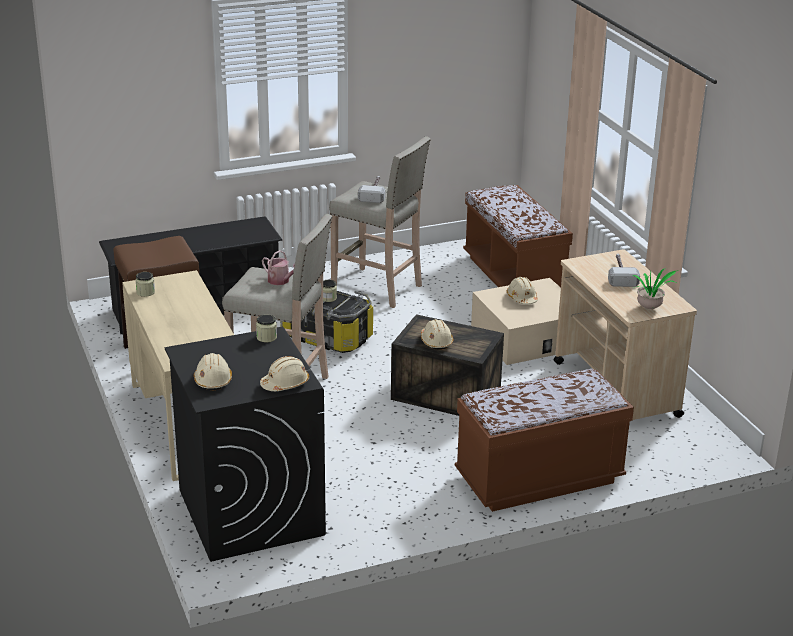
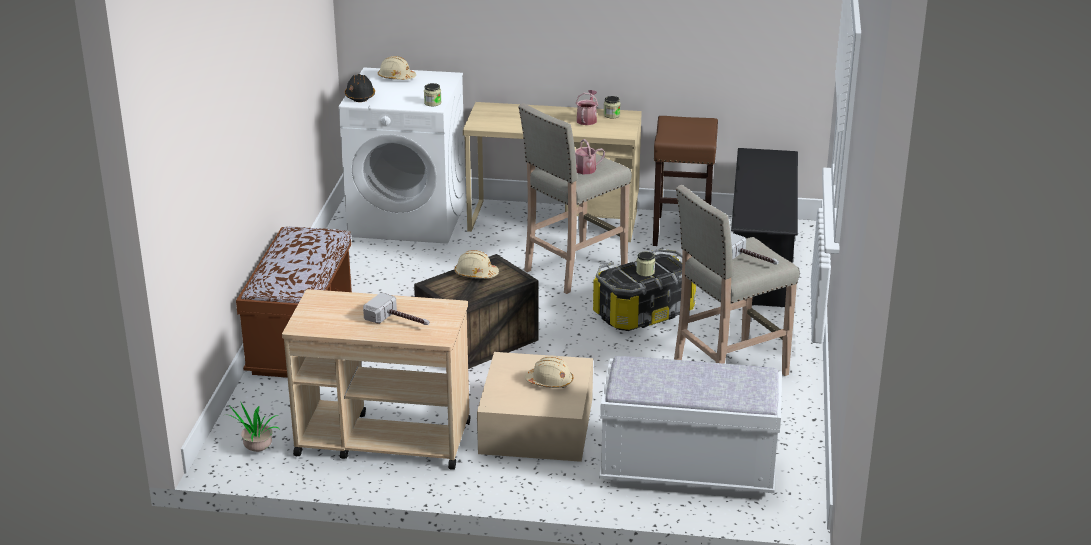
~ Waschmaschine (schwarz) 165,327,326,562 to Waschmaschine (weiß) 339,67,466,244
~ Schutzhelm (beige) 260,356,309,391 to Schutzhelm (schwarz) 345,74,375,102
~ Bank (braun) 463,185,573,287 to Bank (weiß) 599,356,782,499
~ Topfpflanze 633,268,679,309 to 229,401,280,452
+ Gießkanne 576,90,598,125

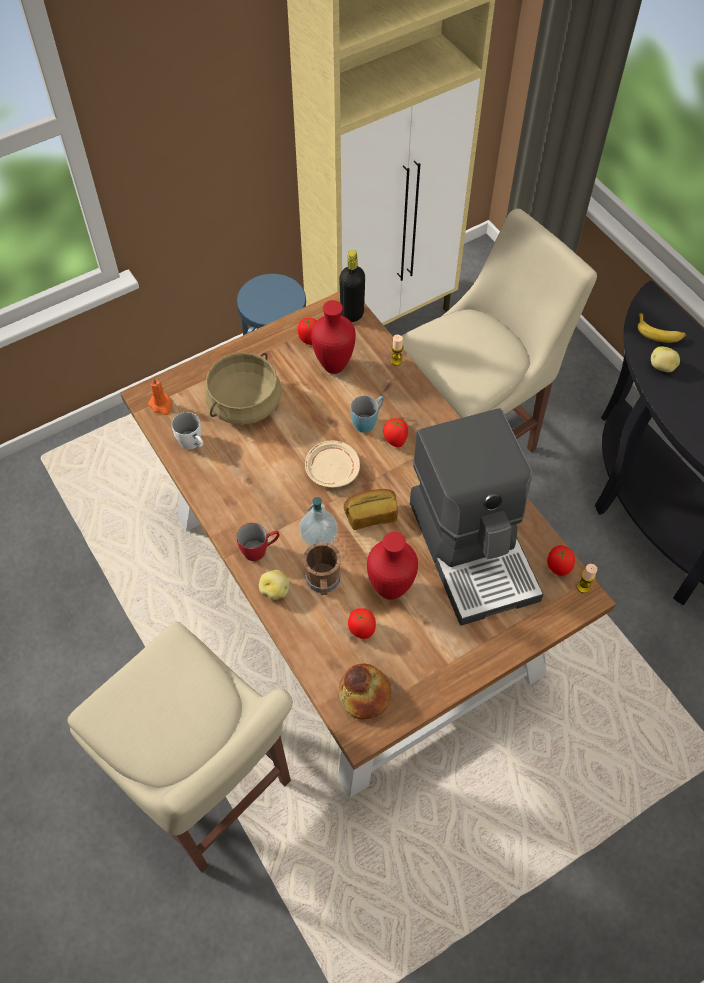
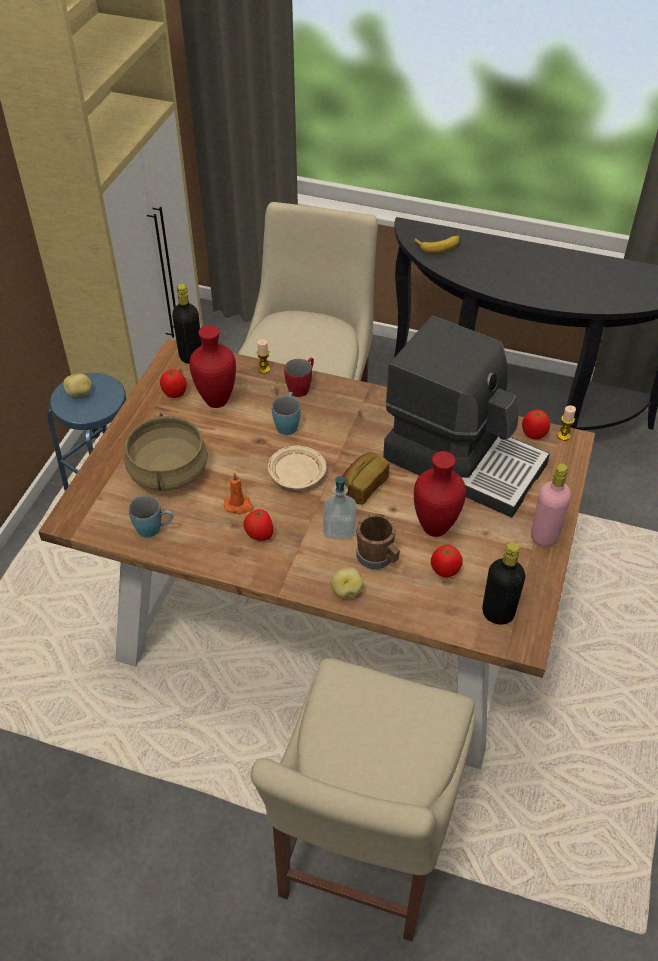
~ Stuhl (beige) 67,621,293,872 = 251,658,475,942 105 degrees clockwise
~ Kerze (orange) 148,377,173,415 to 224,472,254,514
~ Henkelbecher (weiß) 172,412,204,449 to Henkelbecher (blau) 128,495,174,538
~ Henkelbecher (rot) 237,523,280,561 to 284,357,314,397
~ Brot 339,664,392,720 to Flasche (schwarz) 482,542,525,625
~ Tomate 383,418,408,447 to 243,509,273,541
~ Kartoffel 651,346,680,372 to 63,374,91,397
+ Flasche (rosa) 531,464,571,547

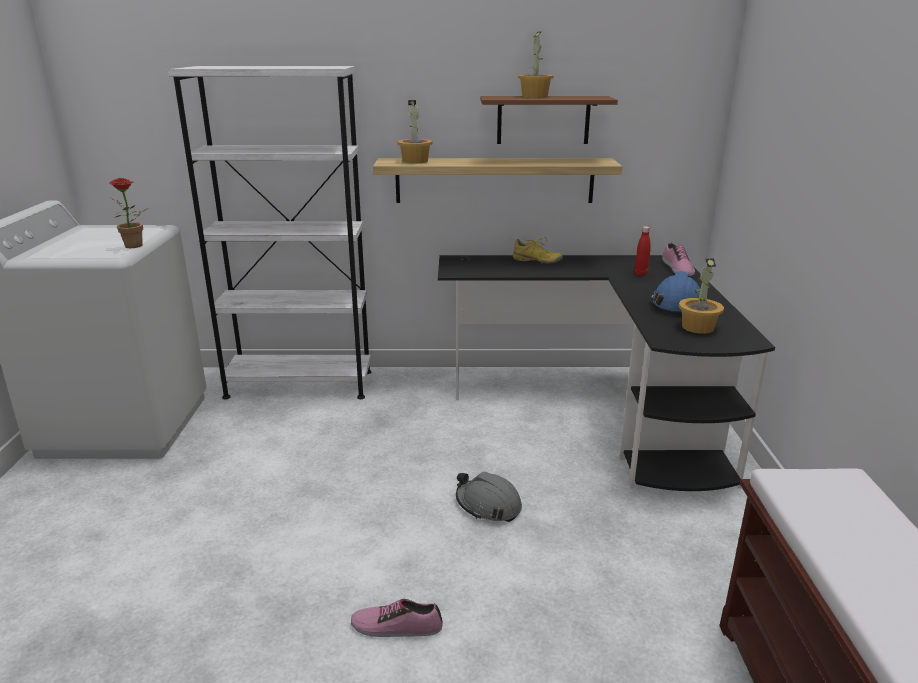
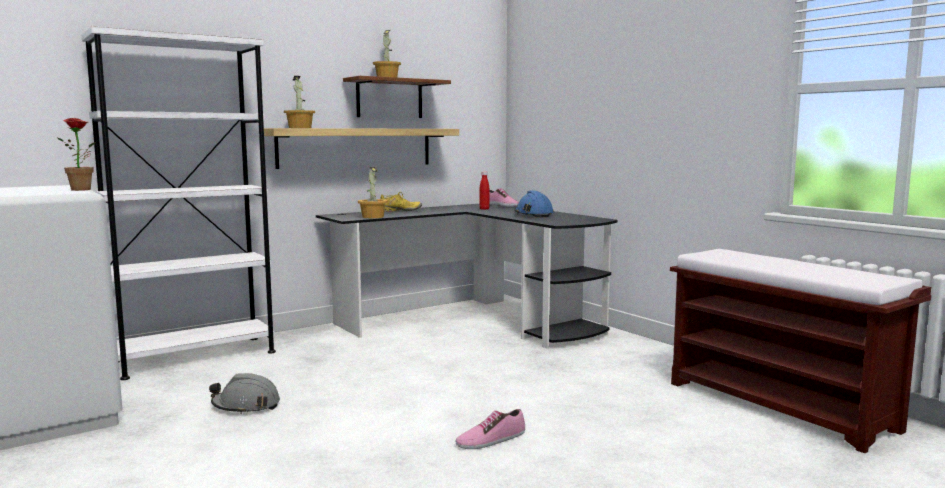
~ Schutzhelm (grau) 456,472,522,522 to 209,373,280,414
~ Topfpflanze 679,258,724,334 to 358,167,388,218

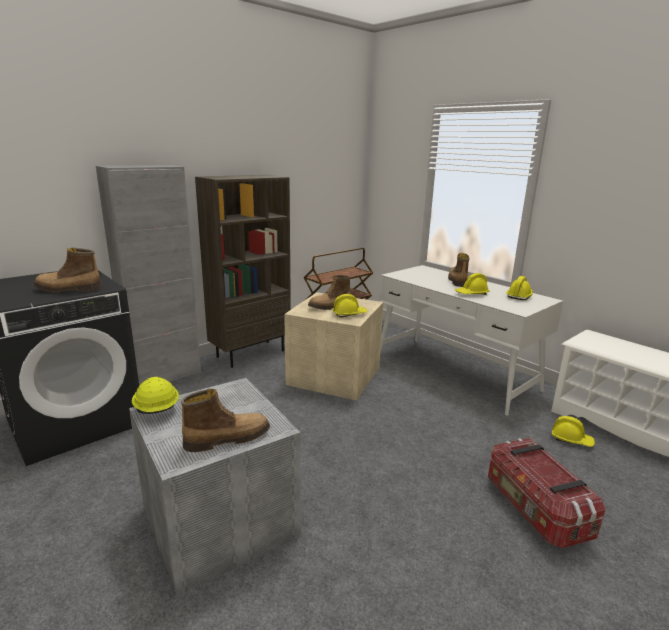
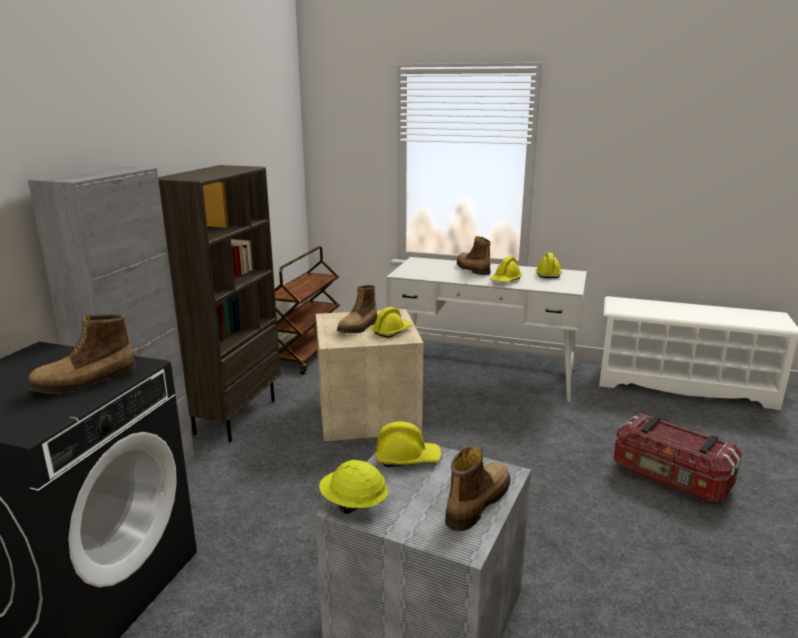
~ Schutzhelm (gelb) 552,416,595,447 to 376,421,442,467

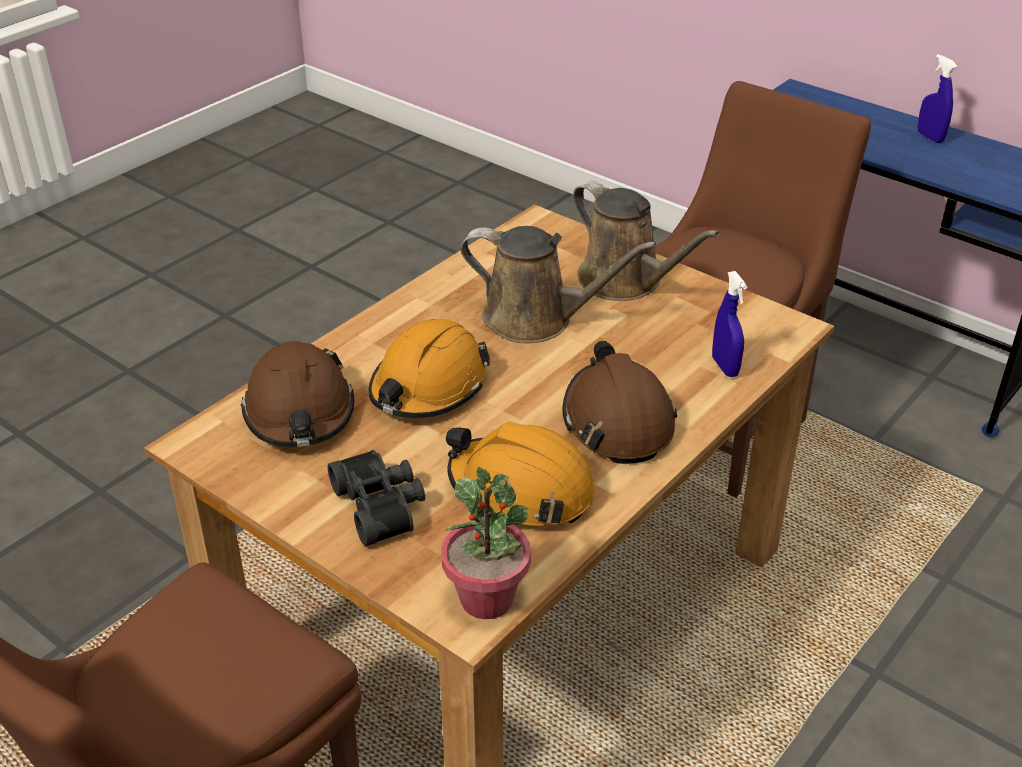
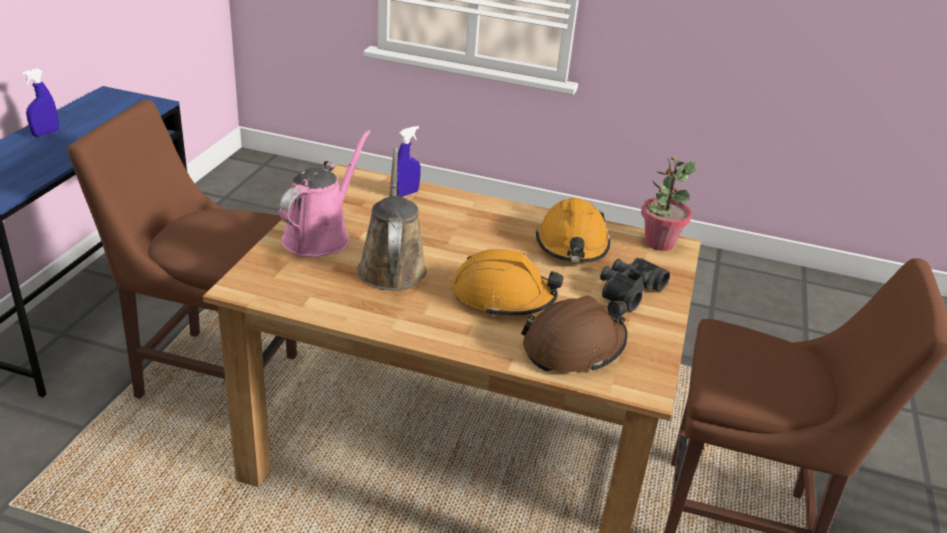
- Schutzhelm (braun) 563,341,677,464
~ Gießkanne (braun) 573,181,720,301 to Gießkanne (rosa) 279,130,371,257

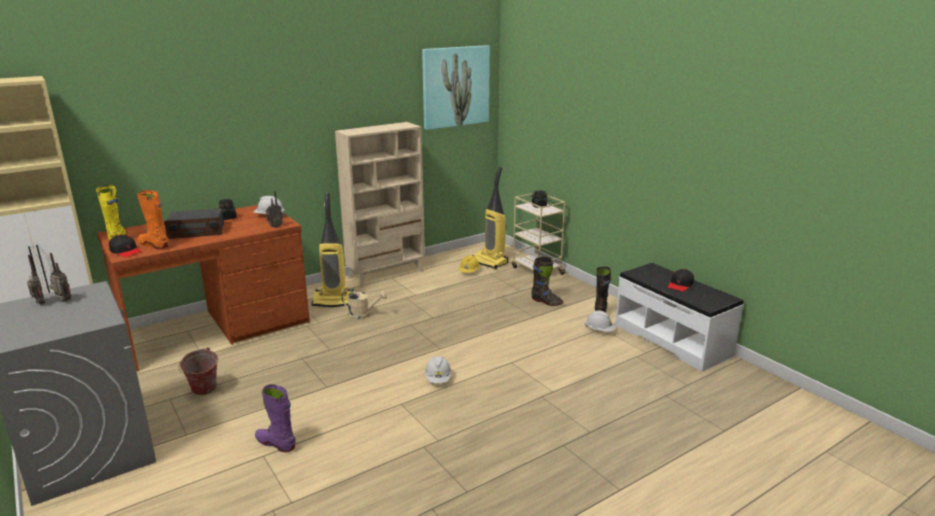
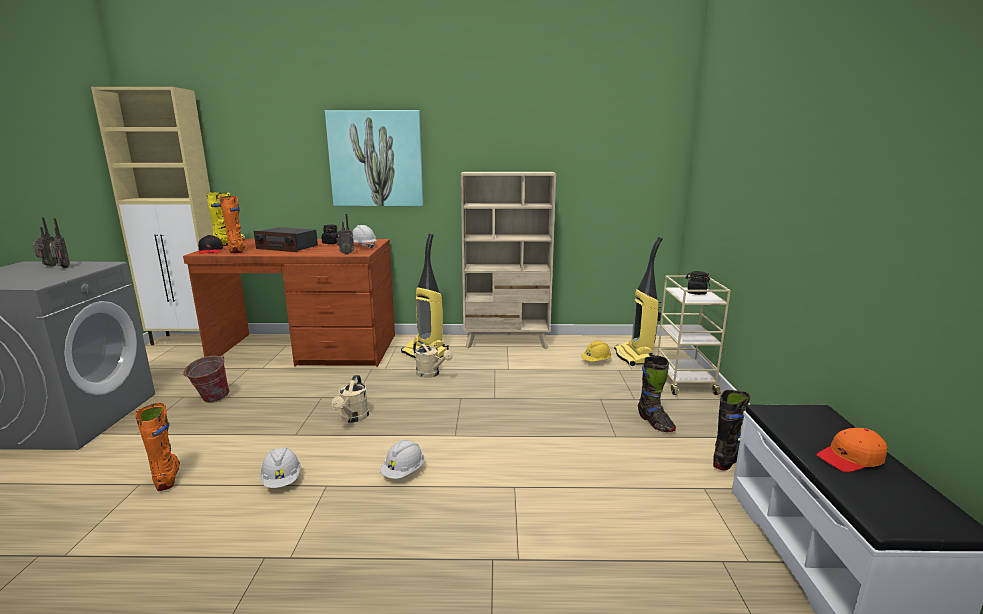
~ Stiefel (lila) 255,384,296,452 to Stiefel (orange) 135,403,180,491
~ Bild 422,45,490,130 to 325,110,423,206
~ Schutzhelm (weiß) 585,310,616,332 to 260,447,301,488
~ Kappe (schwarz) 668,269,694,292 to Kappe (orange) 816,428,887,472
+ Gießkanne (beige) 332,375,369,423

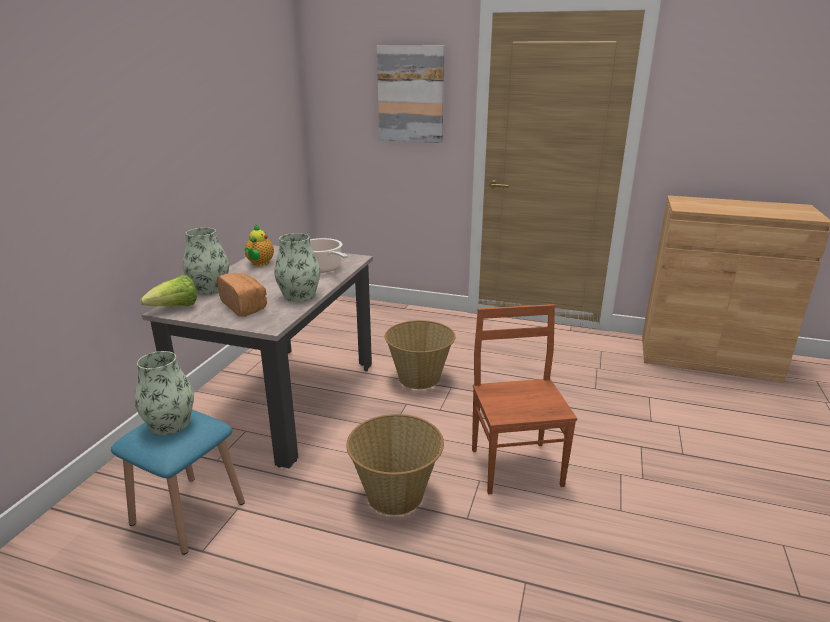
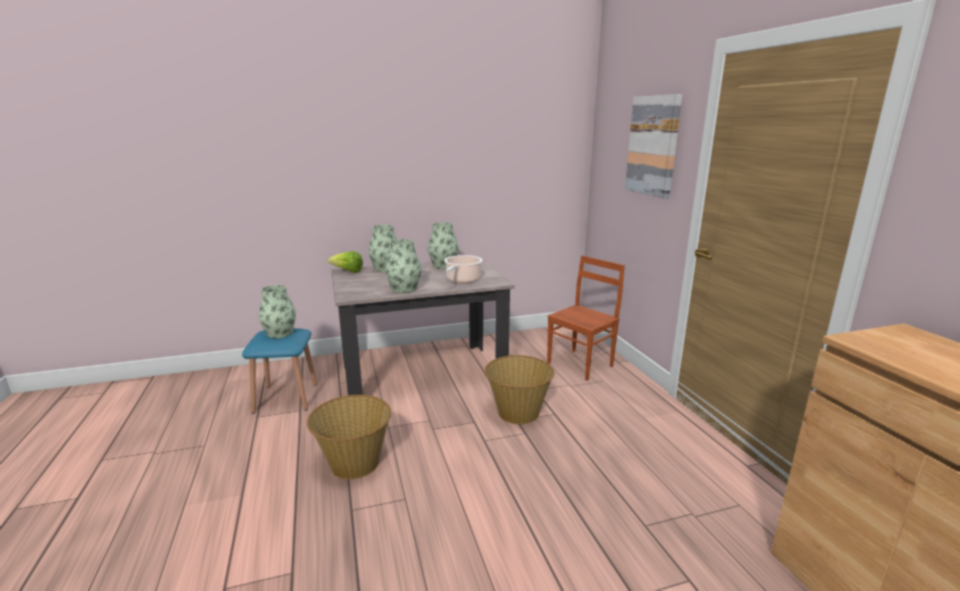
- Brot 217,273,267,317
~ Teekanne 245,225,274,266 to Vase 428,222,459,269
~ Stuhl (braun) 472,304,577,494 to 547,256,625,381

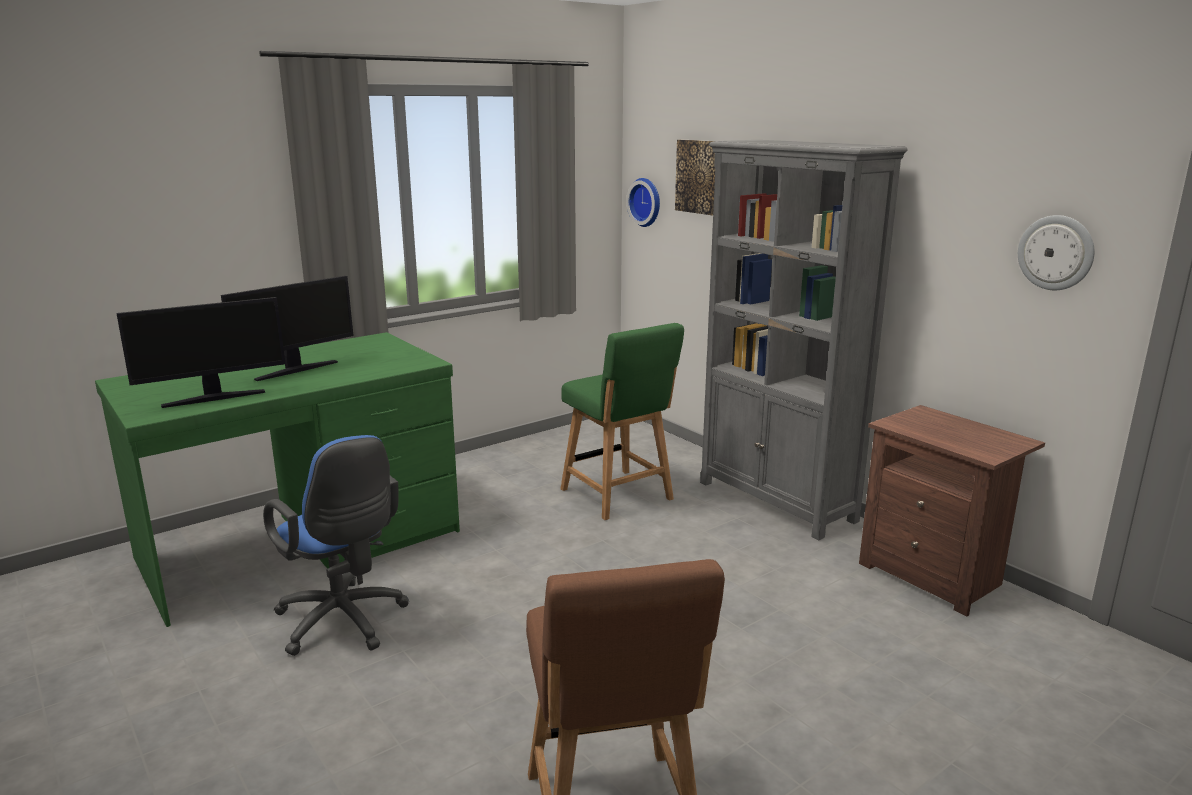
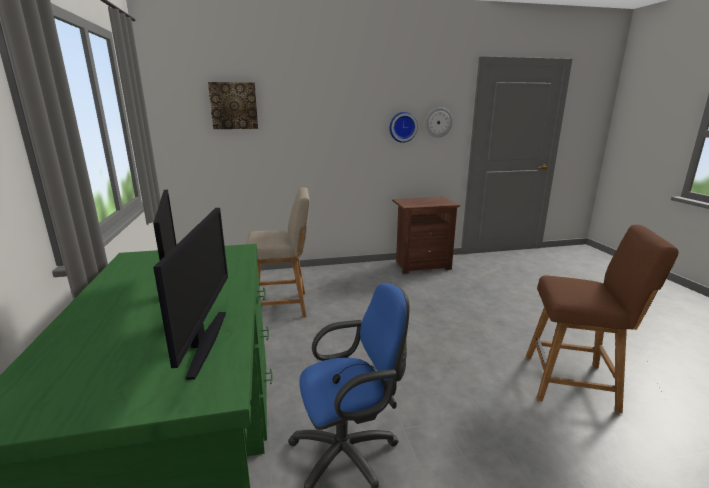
~ Stuhl (grün) 561,323,684,520 to Stuhl (beige) 246,187,309,317
~ Wanduhr 626,178,660,227 to 389,112,418,143
- Bücherregal (grau) 700,140,907,540

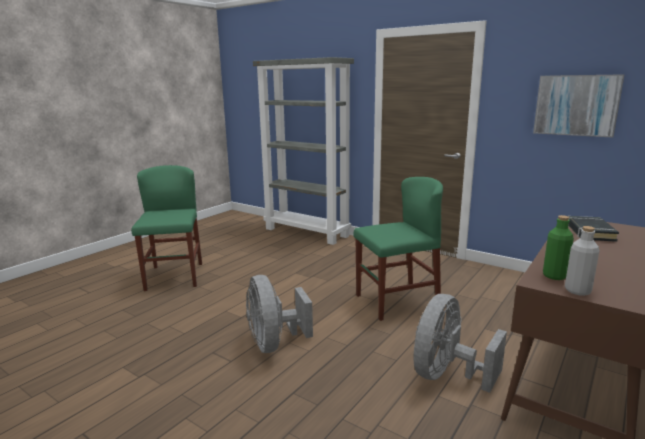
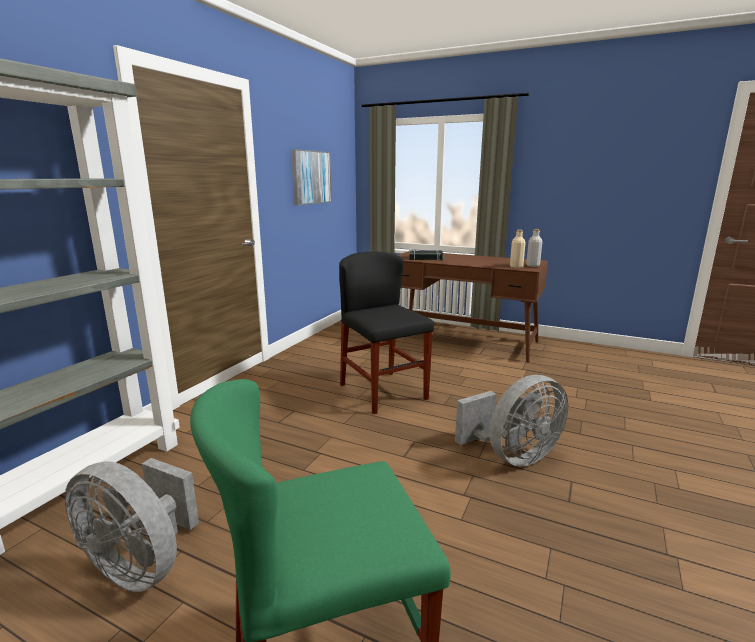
~ Stuhl (grün) 353,177,443,321 to Stuhl (schwarz) 339,252,434,414
~ Ventilator (grau) 414,294,507,393 to 65,458,199,592
~ Flasche (grün) 543,215,574,280 to Flasche (beige) 510,230,526,268

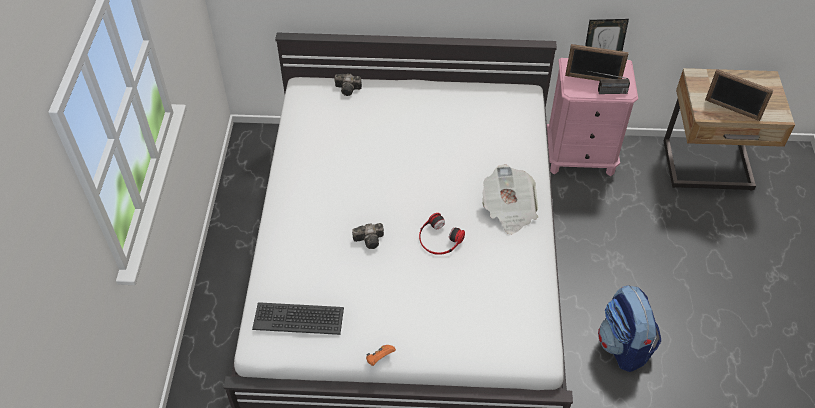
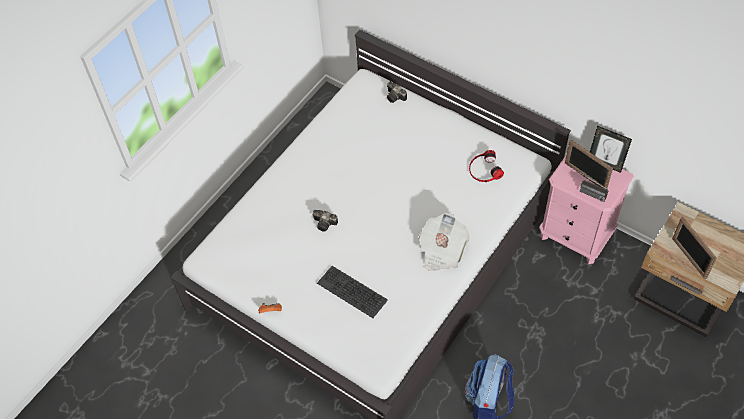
~ Tastatur 252,302,344,335 to 317,266,388,318
~ Kopfhörer 419,213,465,255 to 469,150,504,182

